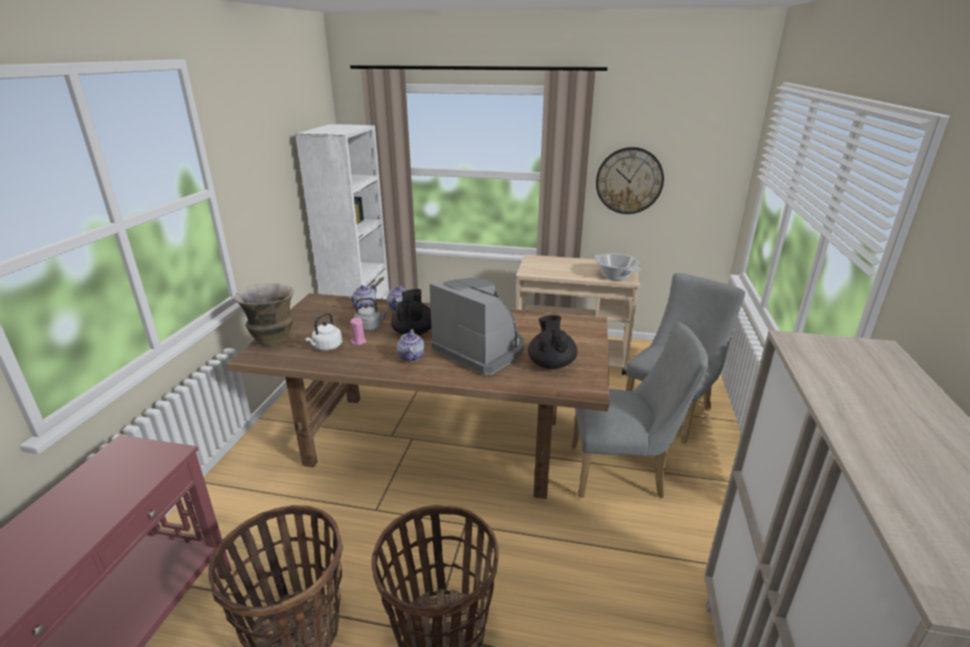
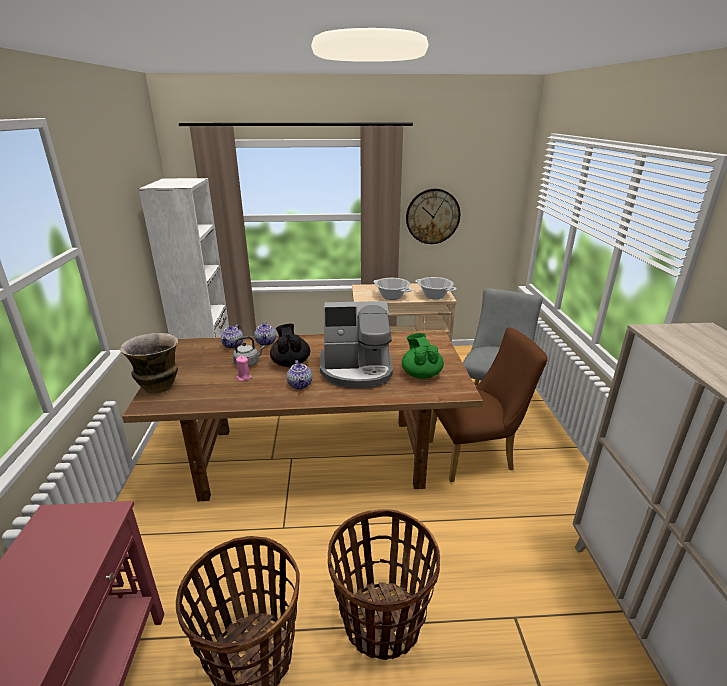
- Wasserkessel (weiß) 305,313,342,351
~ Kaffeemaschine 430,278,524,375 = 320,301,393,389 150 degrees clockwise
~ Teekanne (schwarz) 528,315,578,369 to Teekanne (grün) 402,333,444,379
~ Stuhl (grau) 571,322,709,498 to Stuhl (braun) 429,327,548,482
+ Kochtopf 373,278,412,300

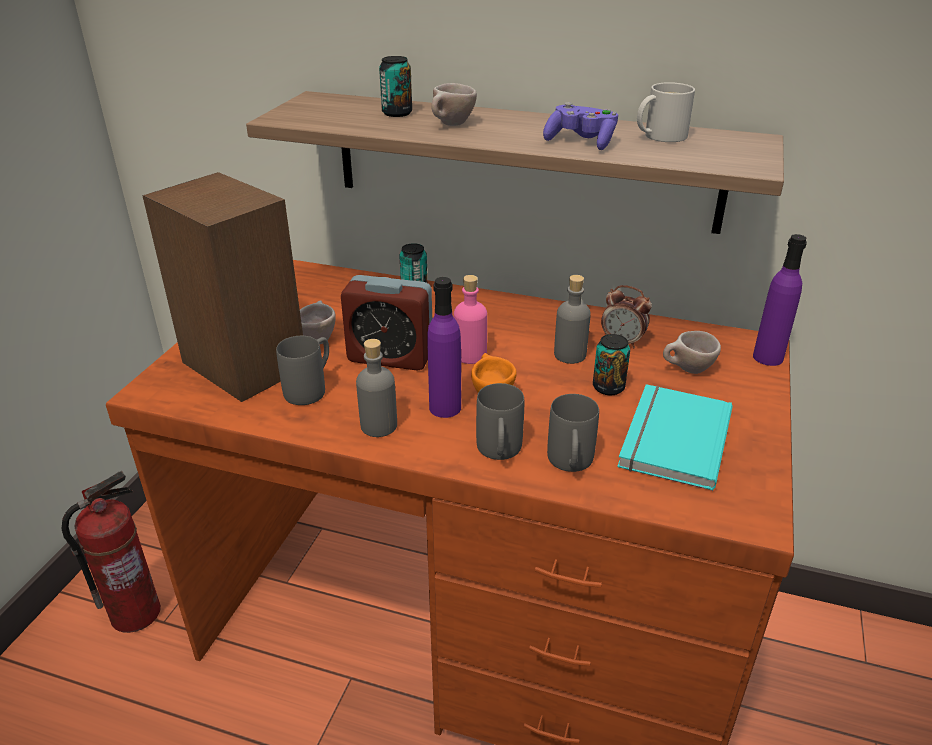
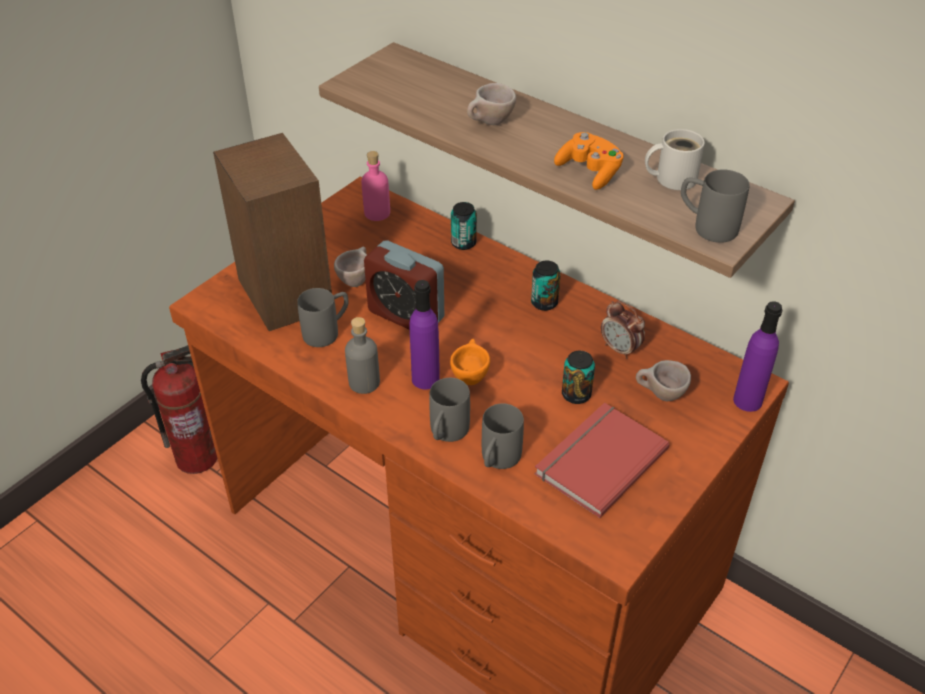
~ Dose 379,56,412,117 to 531,260,561,311
~ Flasche (rosa) 454,275,487,364 to 361,151,390,221
~ Gamepad (lila) 543,102,618,150 to Gamepad (orange) 554,132,624,190
- Flasche (grau) 554,275,591,364
~ Buch (türkis) 617,384,733,491 to Buch (rot) 534,403,670,518
+ Henkelbecher (grau) 681,169,750,243

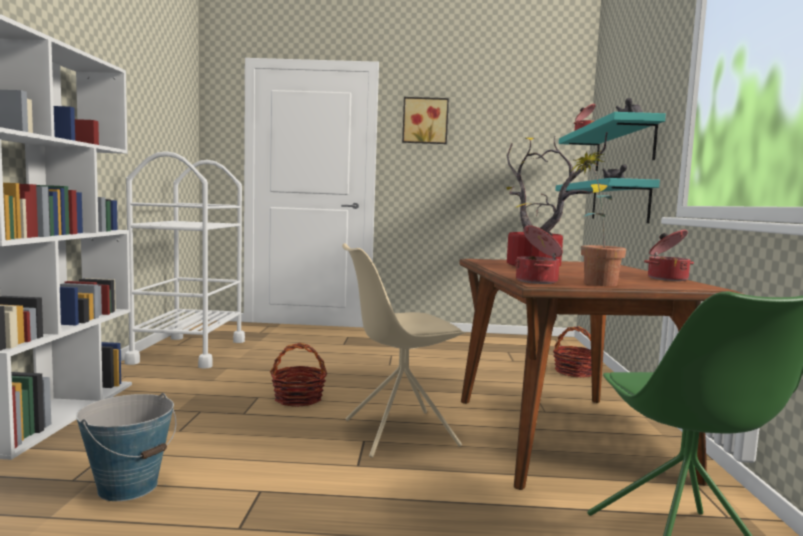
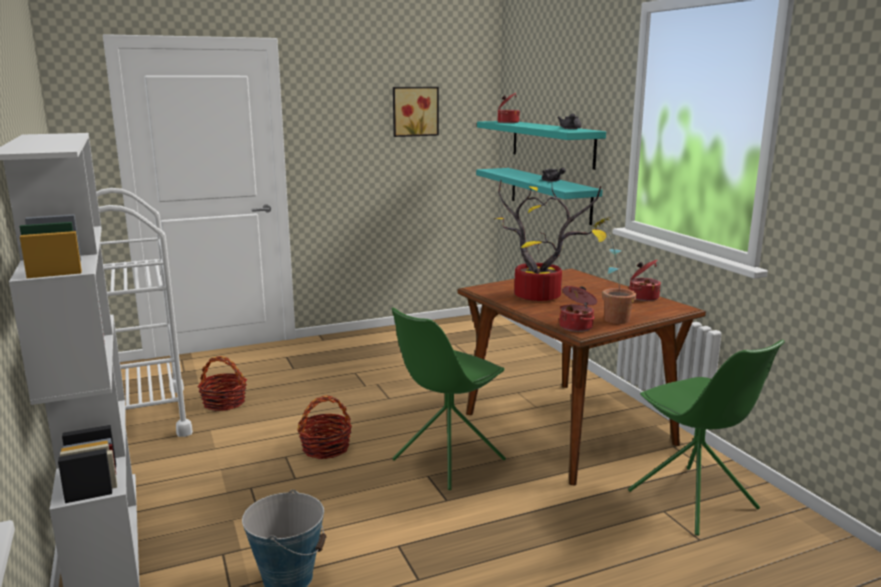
~ Stuhl (beige) 342,243,466,458 to Stuhl (grün) 392,308,506,490
~ Bild 402,97,449,144 to 393,87,439,137
~ Korb 553,326,591,377 to 197,356,247,411

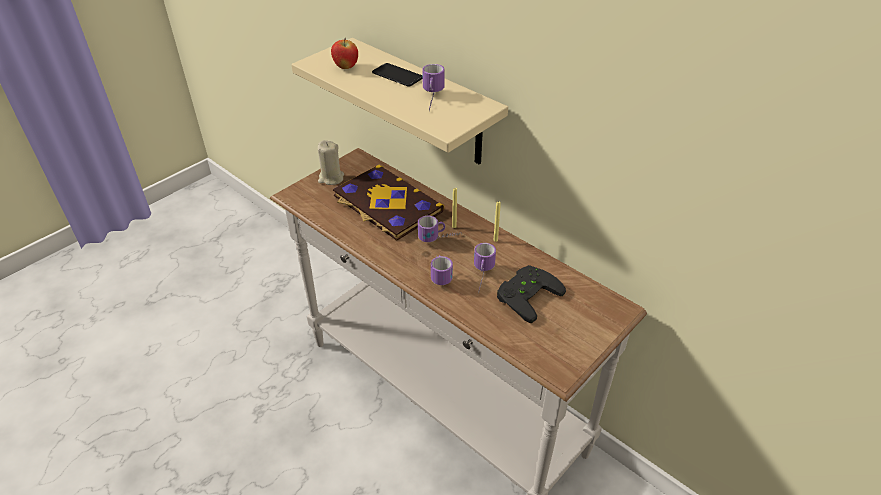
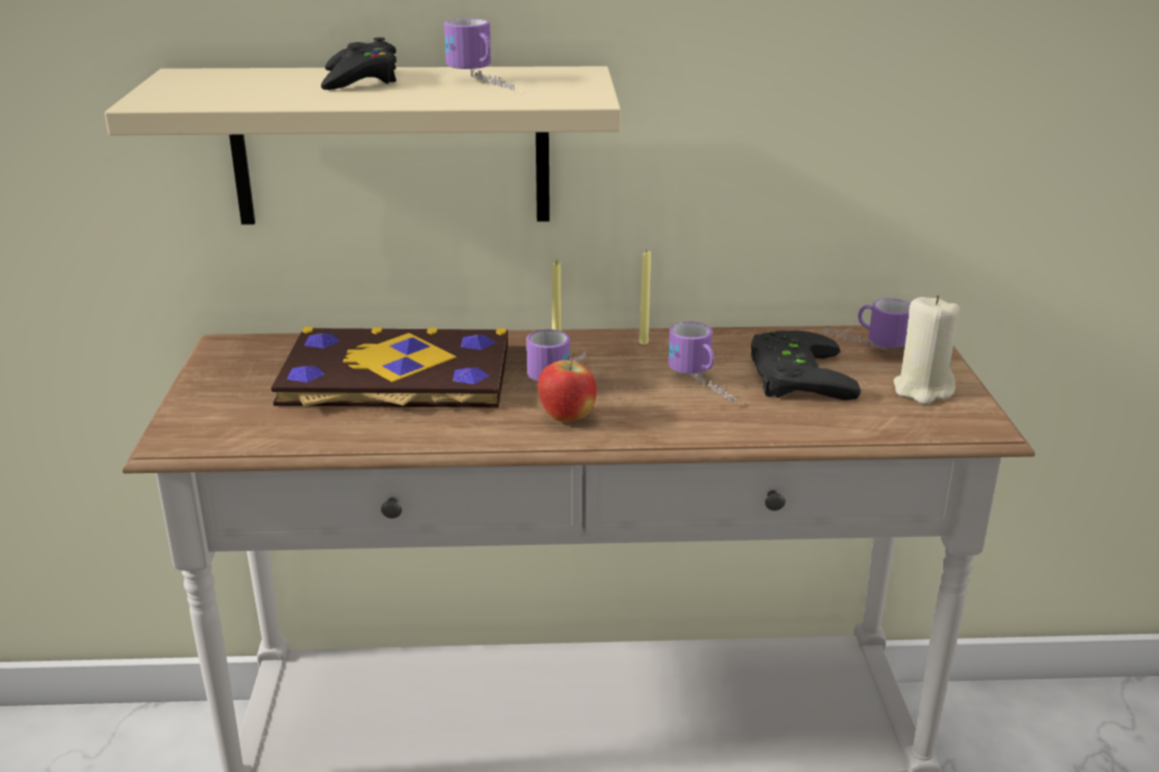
~ Kerze (beige) 318,140,344,185 to 893,295,960,404
~ Apfel 331,38,358,69 to 538,353,597,422
~ Handy 372,63,423,87 to Gamepad (schwarz) 321,37,397,90
~ Henkelbecher 431,255,453,285 to 824,298,911,350

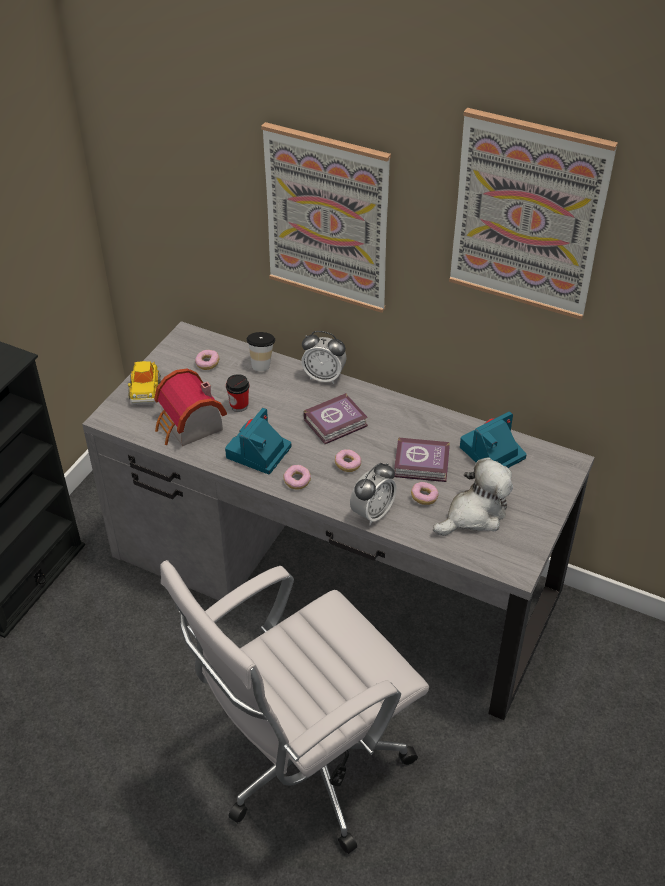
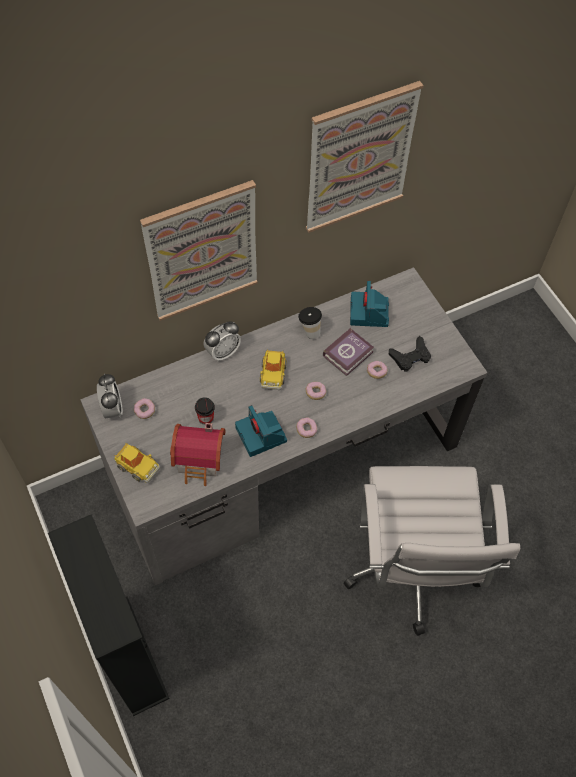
~ Tasse 247,332,275,371 to 298,307,322,339
~ Buch 303,393,368,444 to Spielzeugauto 260,350,287,390
~ Wecker 350,463,397,526 to 97,374,123,418
~ Plüschtier 433,457,513,536 to Gamepad (schwarz) 389,336,431,372

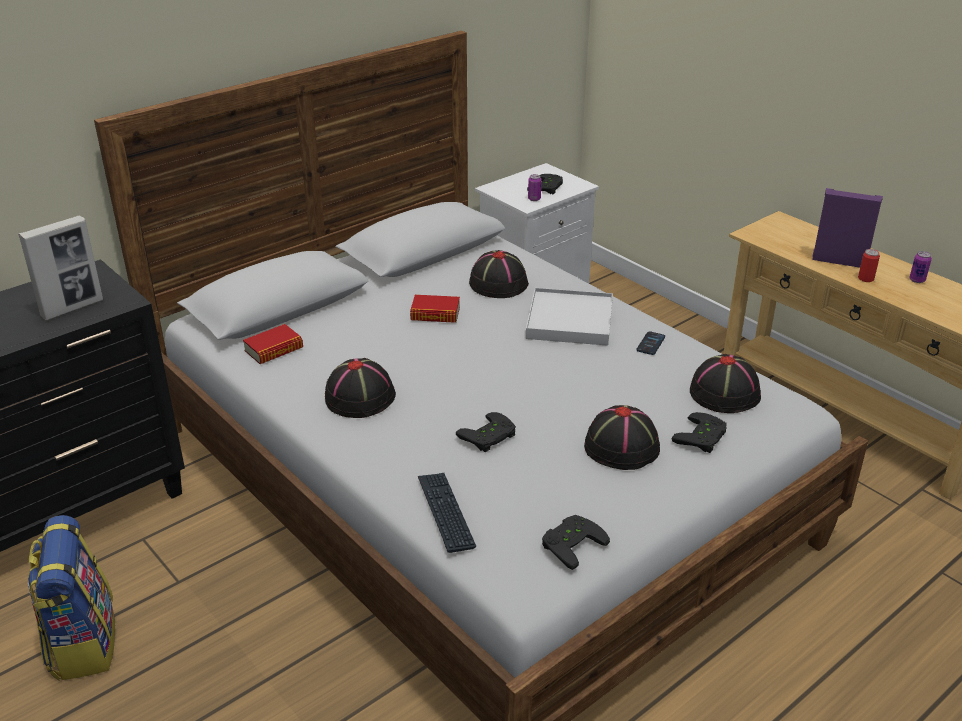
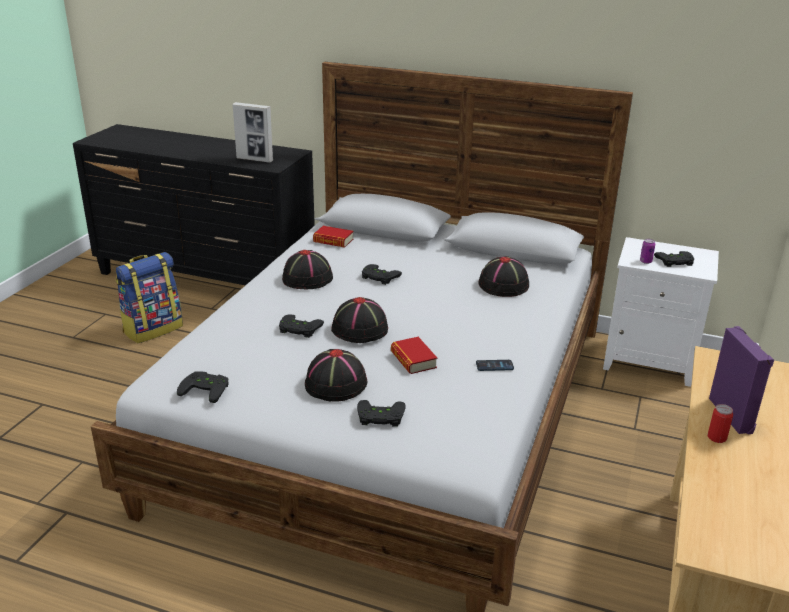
~ Buch 410,295,460,323 to 391,337,437,374
- Tastatur 418,473,476,553
- Tablett (weiß) 526,288,613,346
~ Hut (schwarz) 690,354,761,413 to 331,297,388,343
- Dose 909,251,932,283
+ Gamepad (schwarz) 362,264,402,285

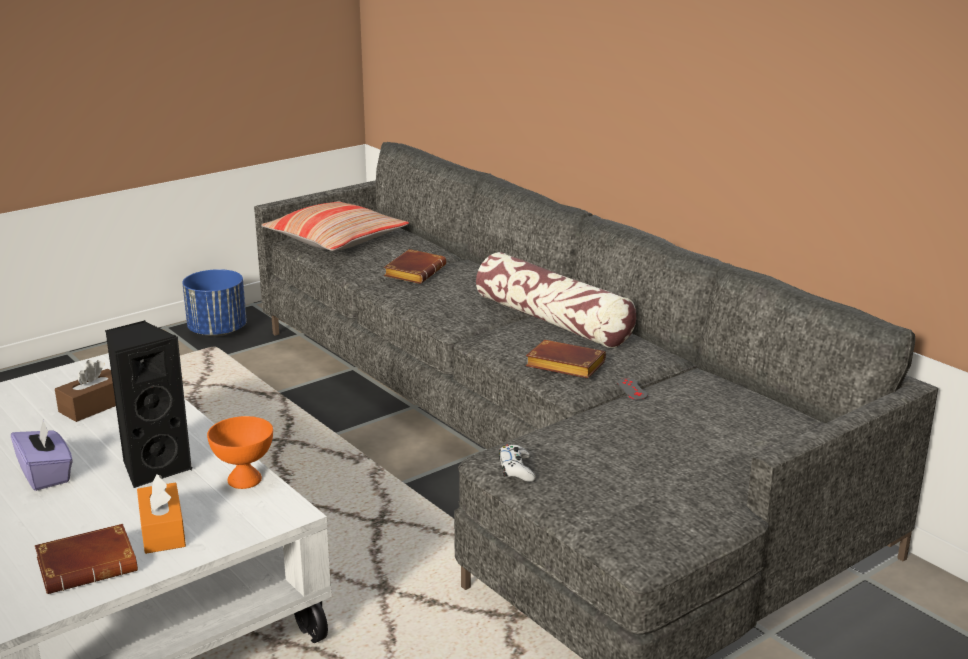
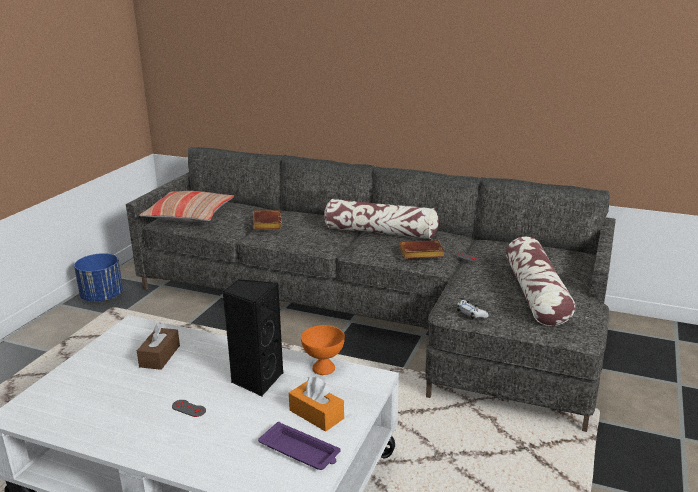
~ Taschentuchbox (lila) 11,420,73,491 to Gamepad (grau) 172,400,206,417
~ Buch (braun) 35,524,138,594 to Tablett (lila) 258,422,341,470
+ Kissen 506,236,575,326

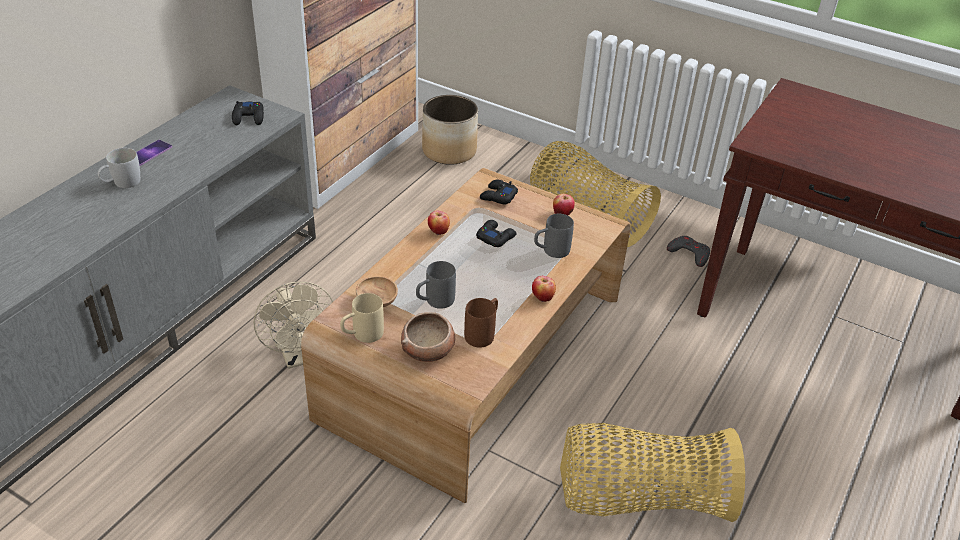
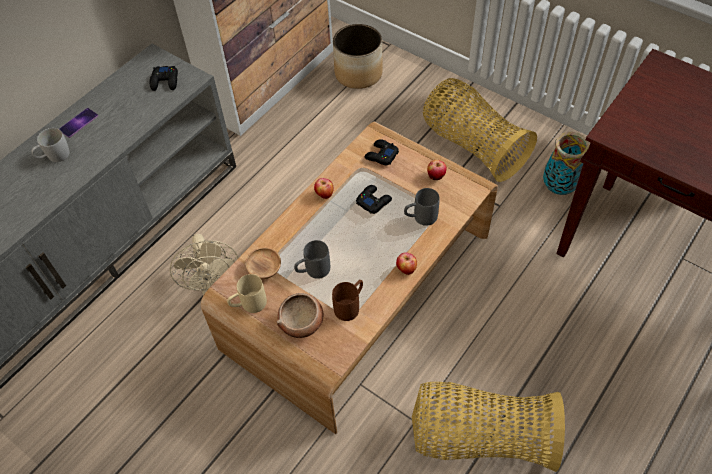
~ Gamepad (grau) 667,236,710,267 to Vase 543,132,590,195

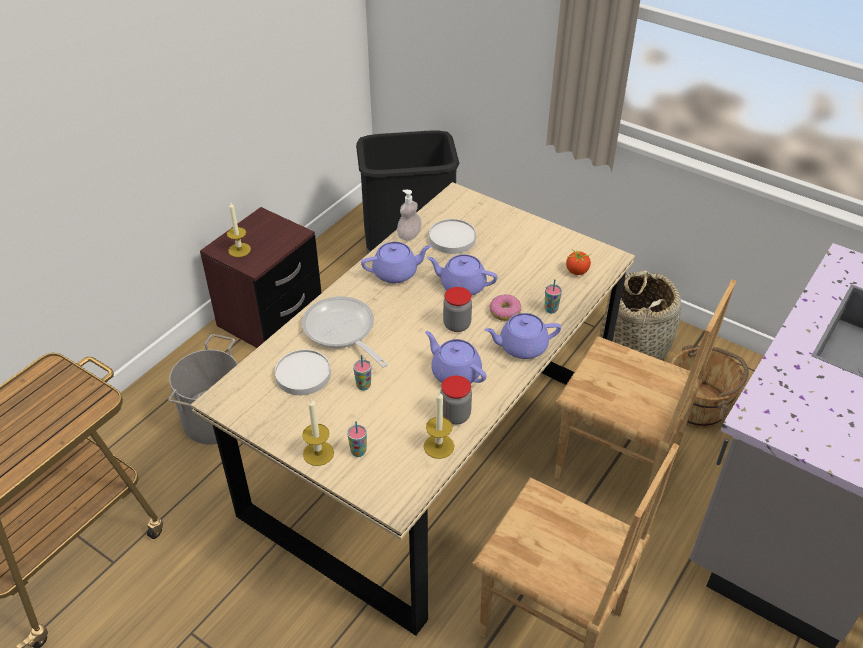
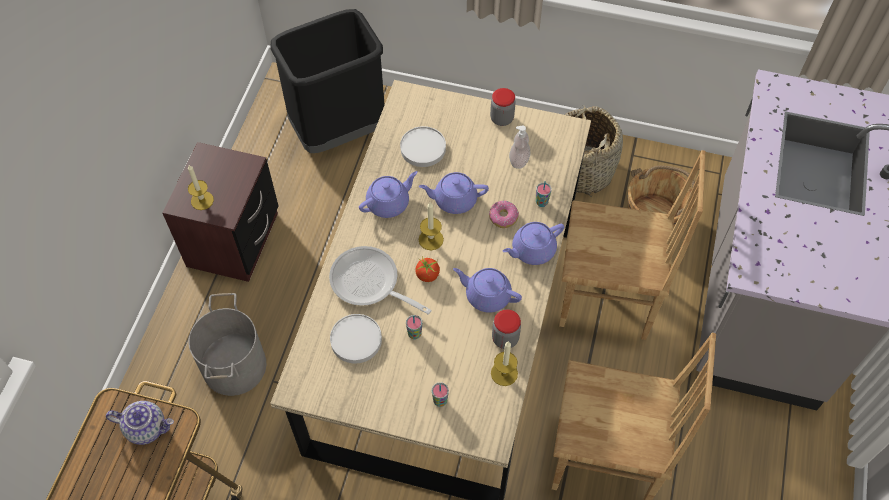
~ Kerze 302,398,334,466 to 419,202,444,250
~ Seifenspender 397,190,422,241 to 509,126,530,169
~ Vorratsglas 443,287,472,332 to 490,88,516,126
~ Tomate 566,249,591,275 to 415,256,440,282
+ Teekanne 106,401,174,445

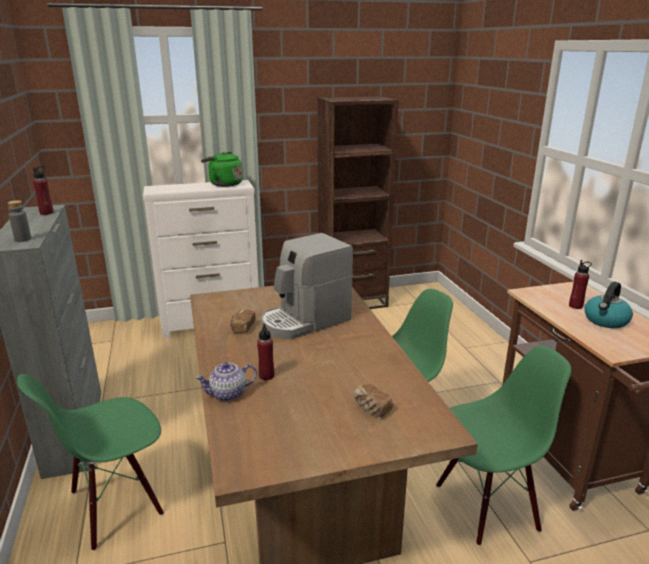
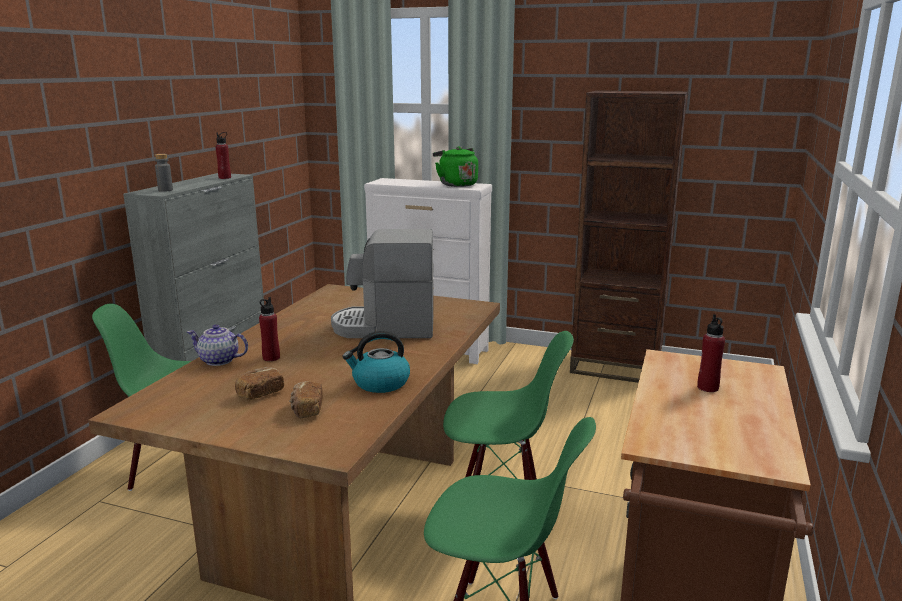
~ Brot 230,309,256,333 to 235,367,284,400
~ Wasserkessel 584,282,633,328 to 342,331,410,393

